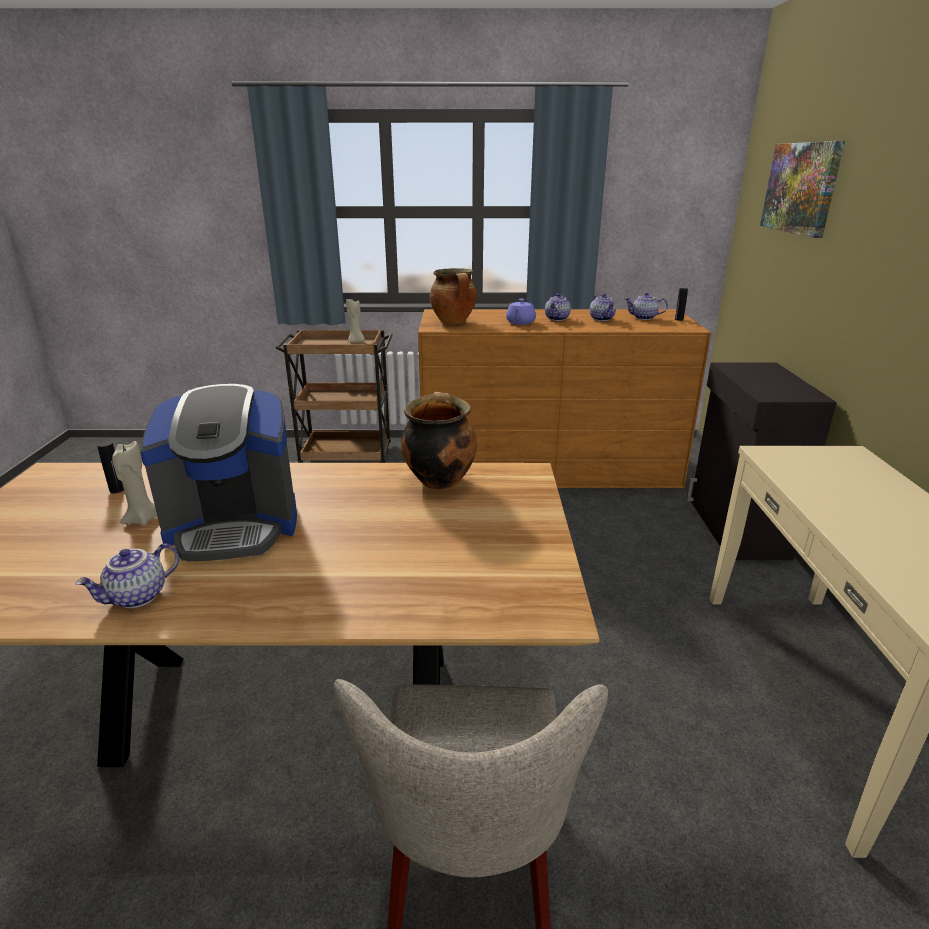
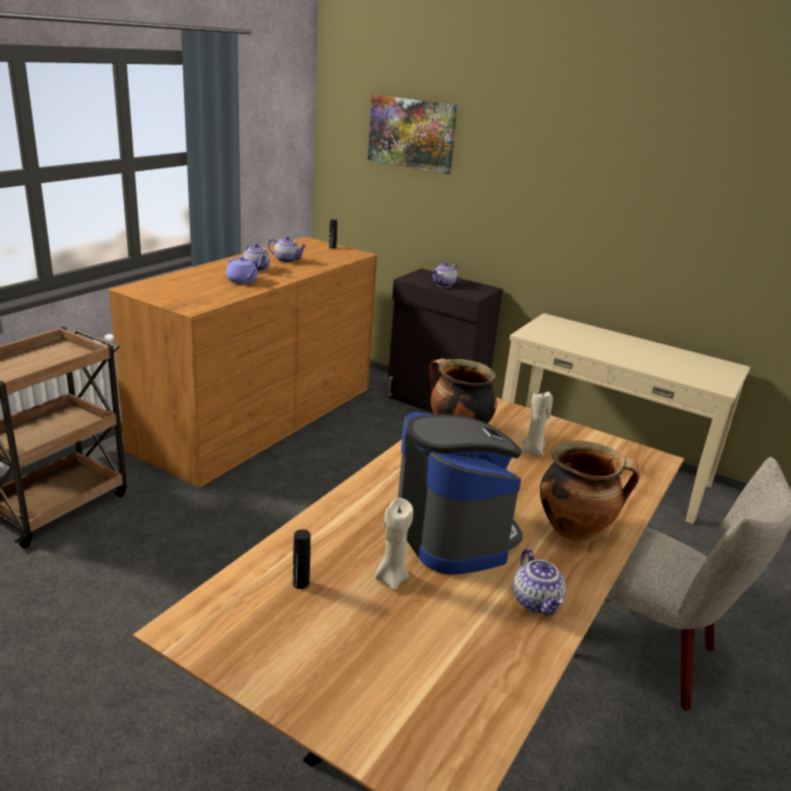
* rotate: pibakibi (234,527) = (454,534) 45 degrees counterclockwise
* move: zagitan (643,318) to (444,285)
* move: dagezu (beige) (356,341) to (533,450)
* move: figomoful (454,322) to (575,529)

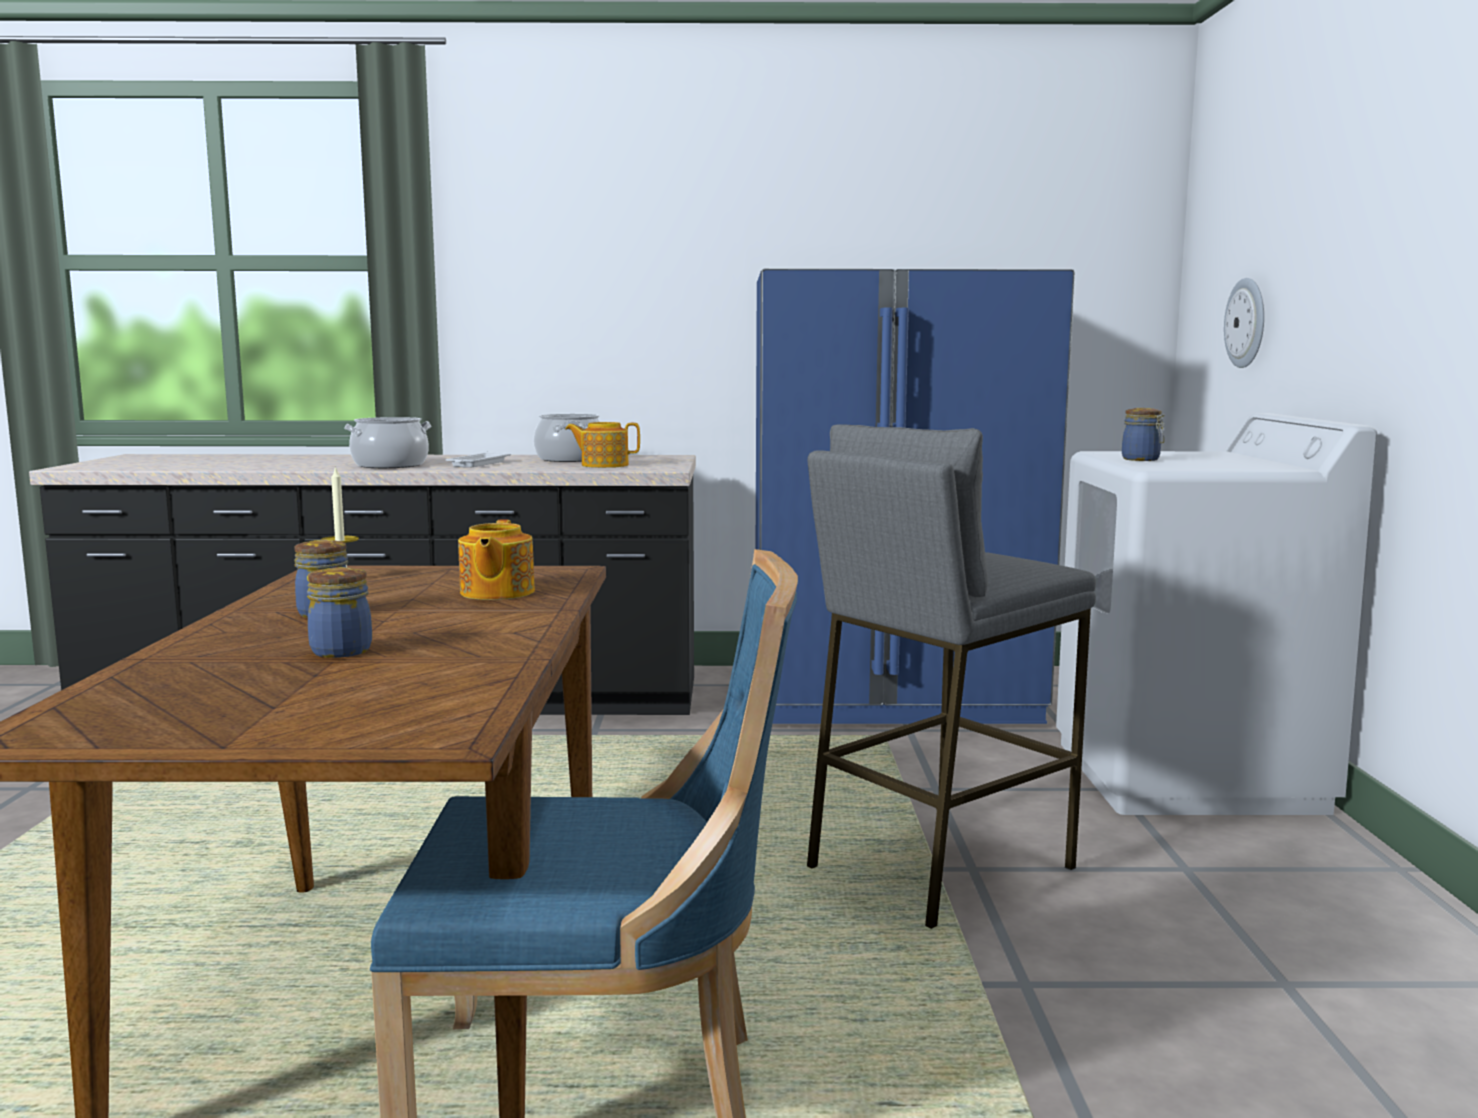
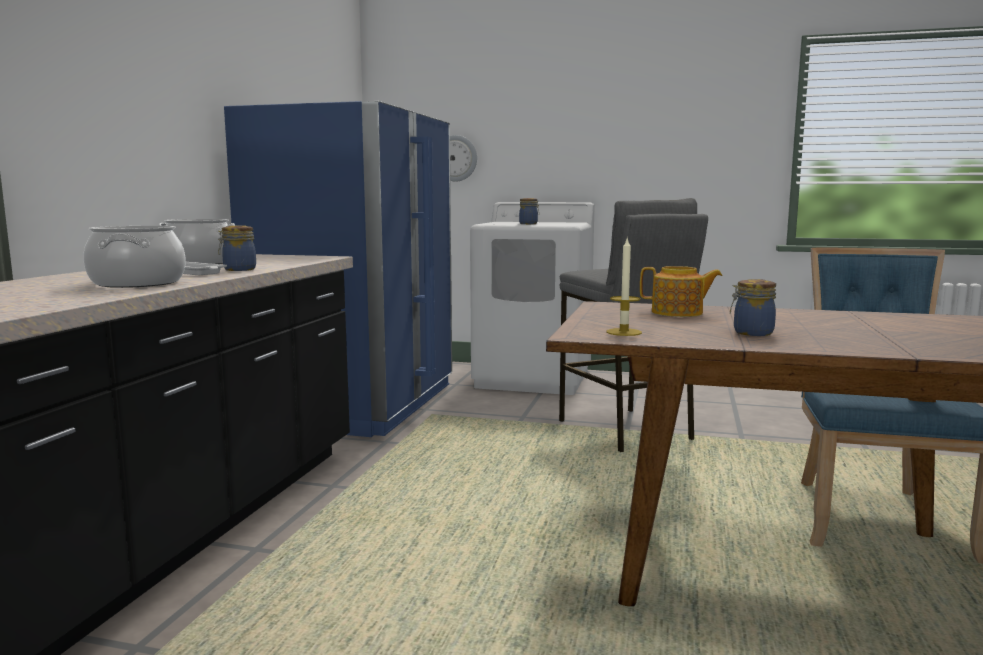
* move: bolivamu (341,650) to (238,269)
* delete: zagitan (603,465)

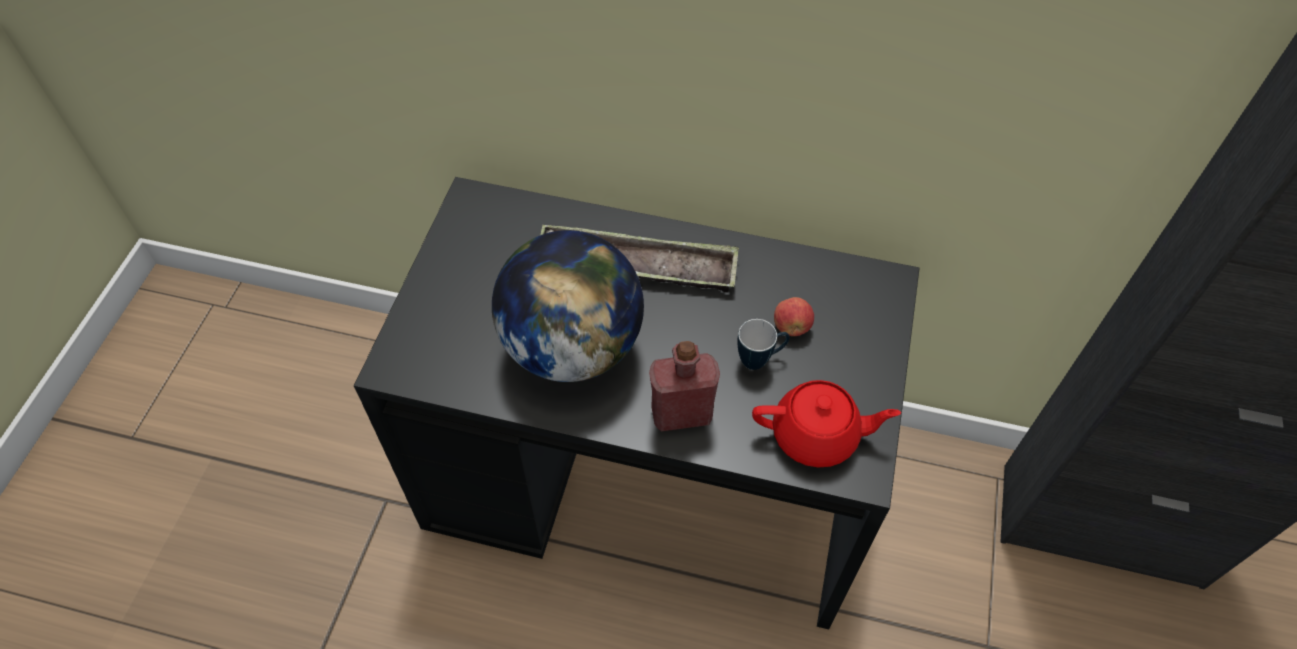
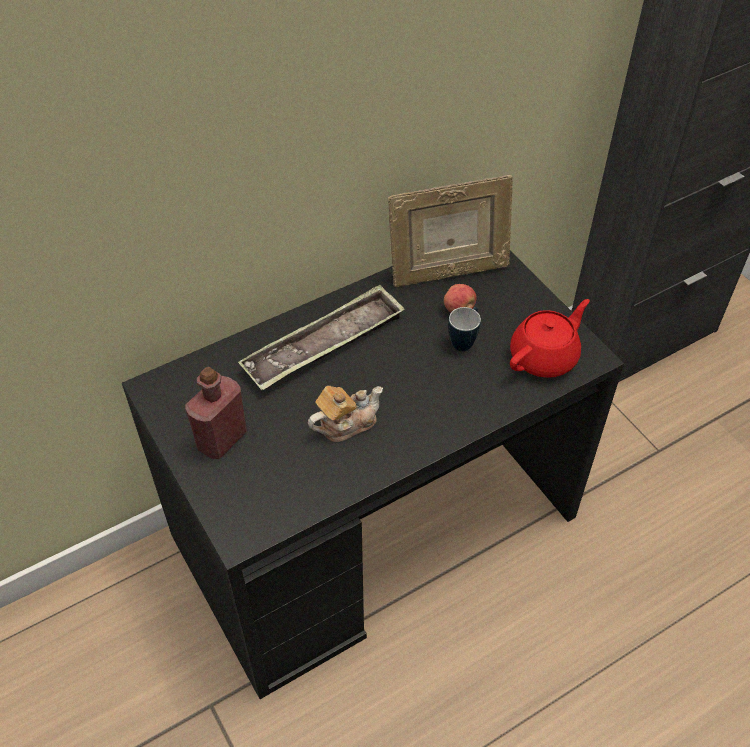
* move: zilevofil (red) (681,414) to (222,439)
* replace: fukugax (572,347) to zagitan (345,423)
* insert: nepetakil (448,273)

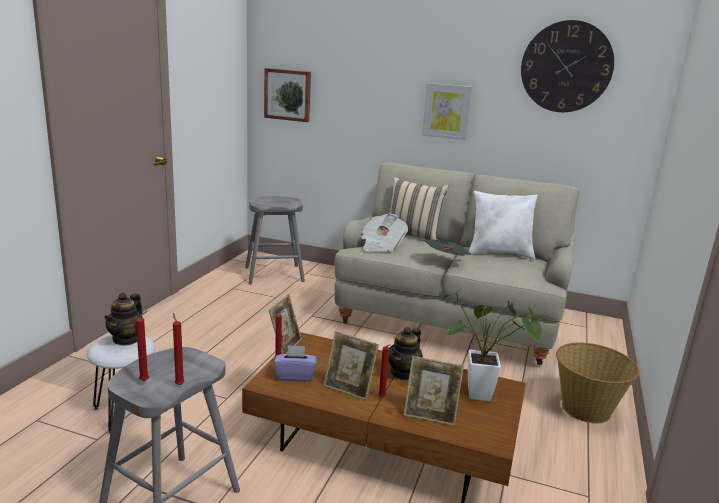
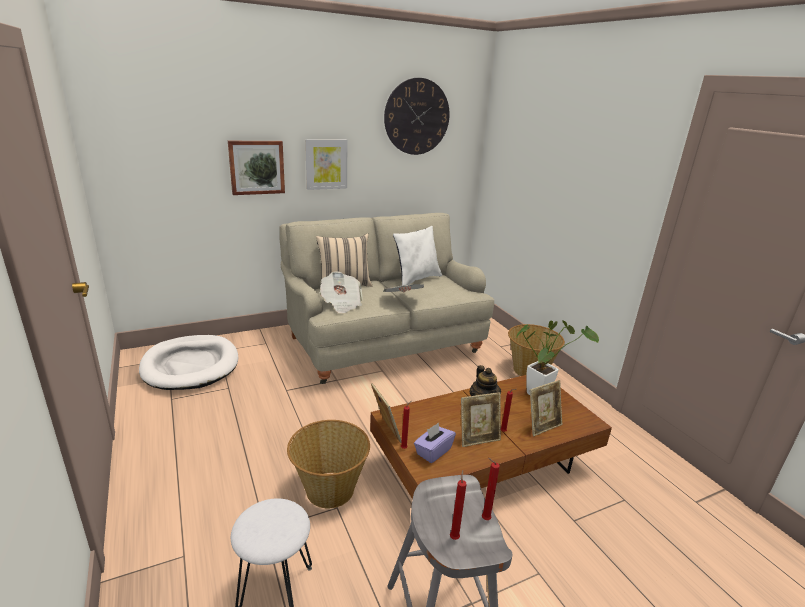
* replace: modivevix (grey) (274,274) to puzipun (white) (191,365)
* move: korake (288,95) to (256,167)
* insert: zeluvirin (329,489)
* delete: zagitan (126,339)

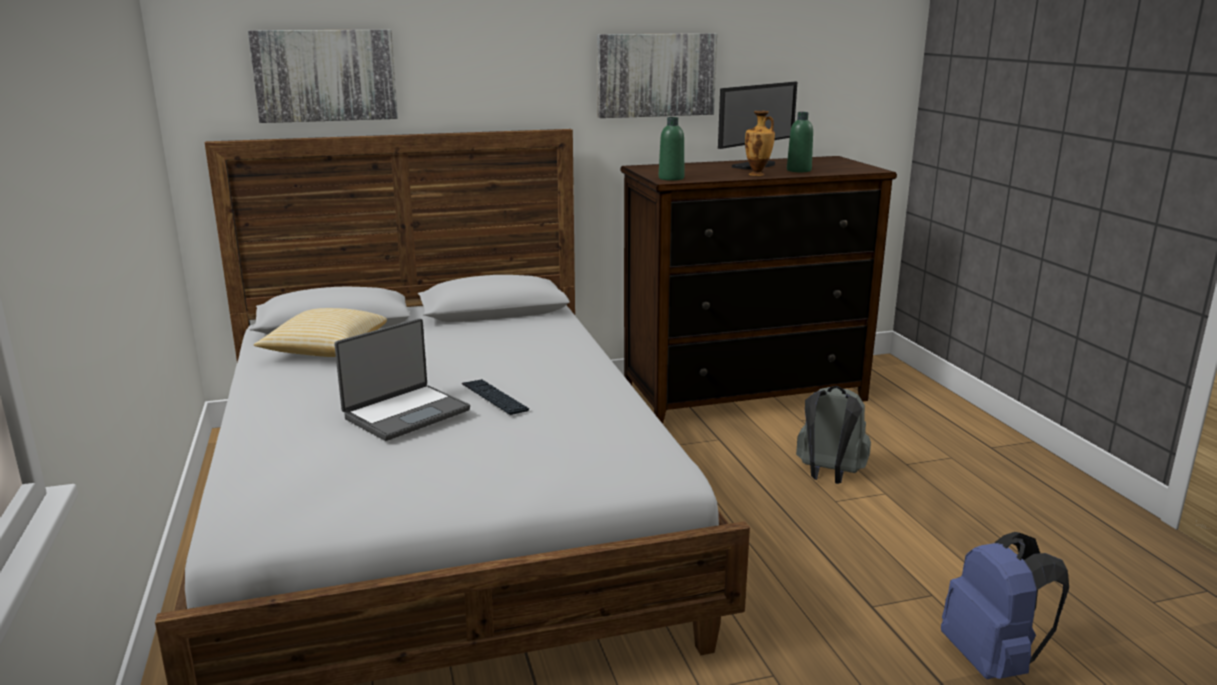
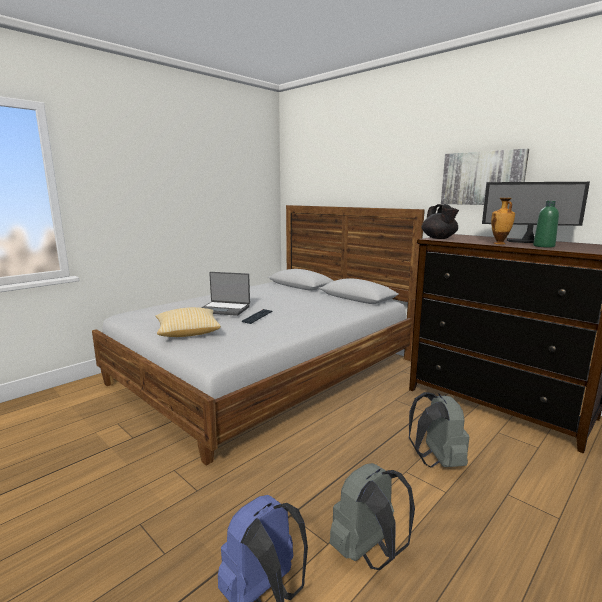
* move: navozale (325,350) to (188,332)
* insert: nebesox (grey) (368,552)
* replace: zilevofil (green) (671,178) to zagitan (black) (439,238)
* delete: korake (325,75)

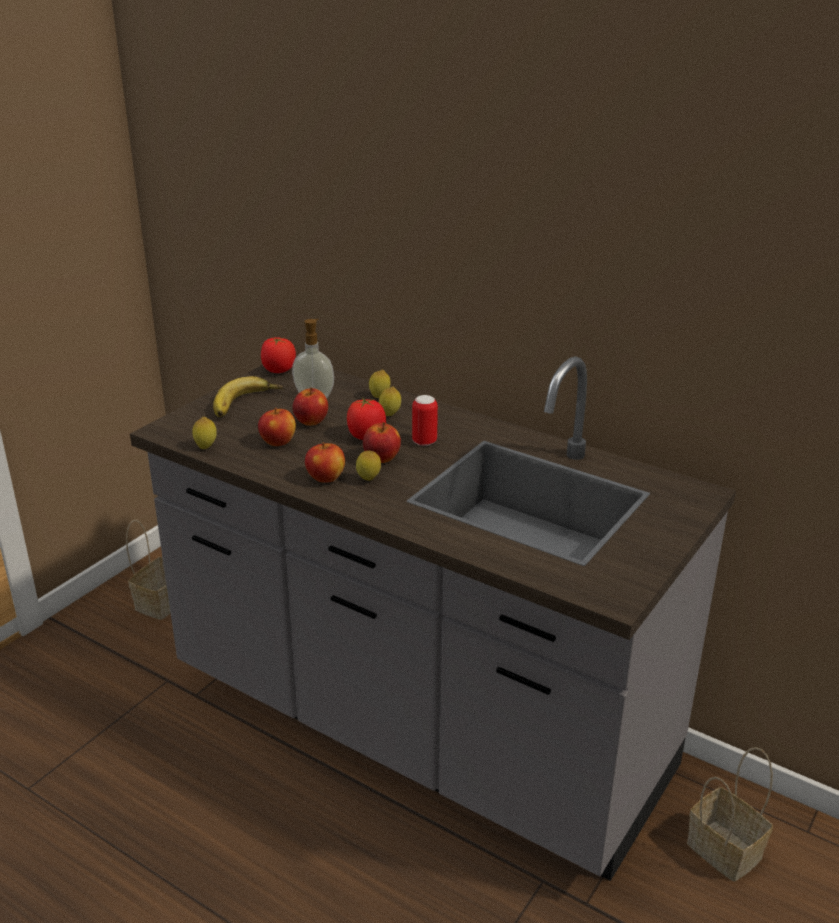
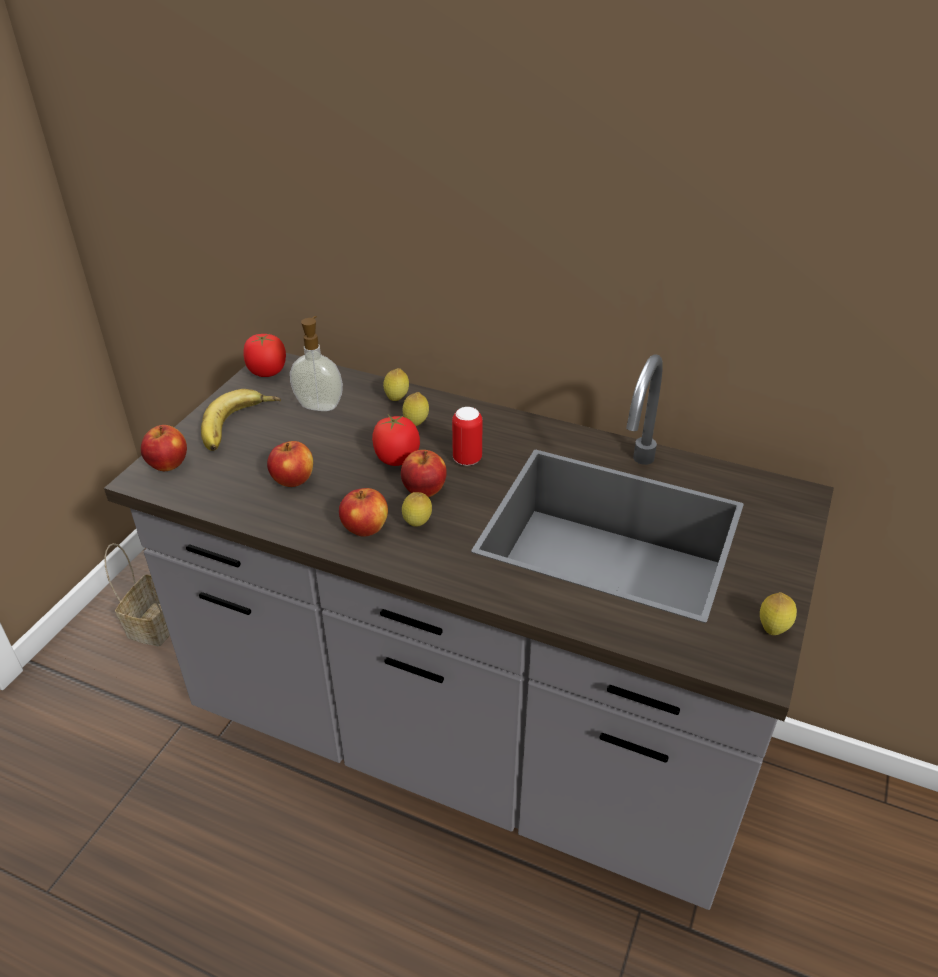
* move: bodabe (311,422) to (168,464)
* move: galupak (206,447) to (772,629)
* delete: zeluvirin (721,850)

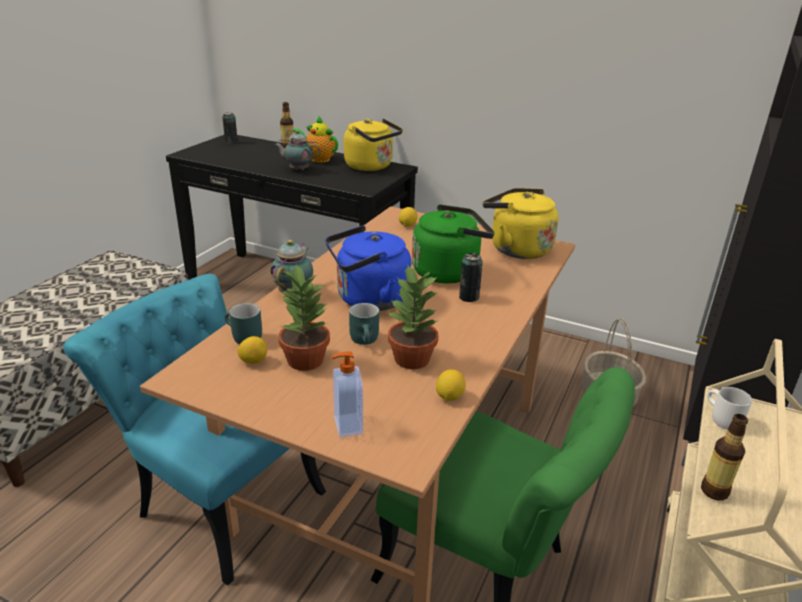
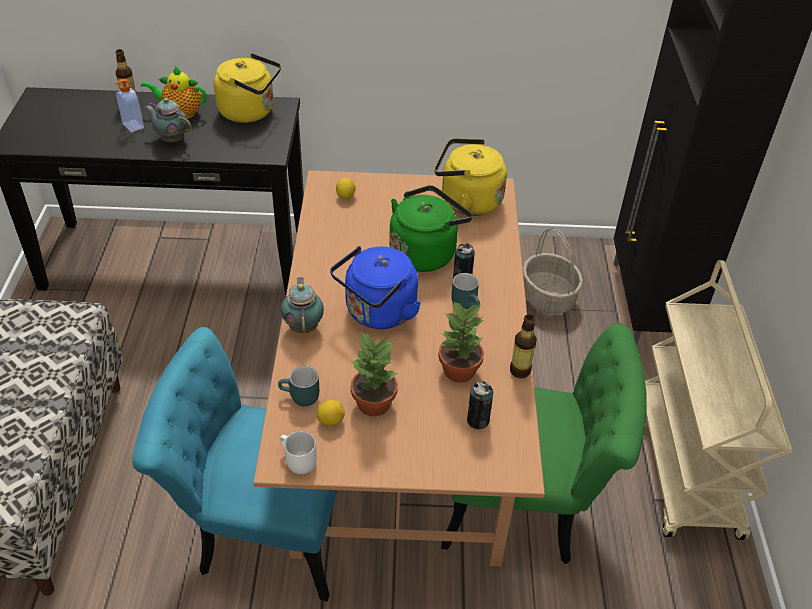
* move: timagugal (347,425) to (132,126)
* rotate: zagitan (298,170) = (172,139) 45 degrees clockwise
* move: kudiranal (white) (720,419) to (296,462)
* move: kudiranal (turquoise) (366,340) to (467,304)
* move: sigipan (231,142) to (478,420)
* move: zilevofil (714,491) to (520,371)
* delete: galupak (449,396)

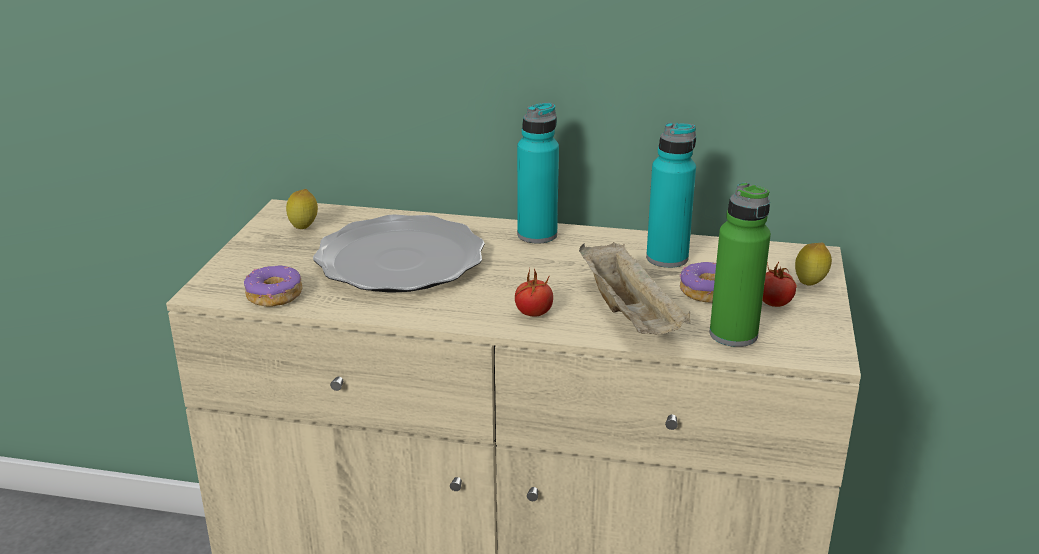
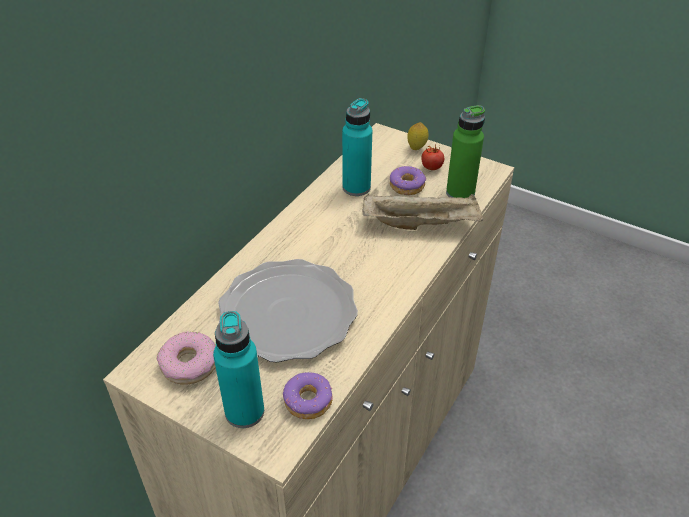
* replace: galupak (304,229) to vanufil (189,364)
* move: zilevofil (turquoise) (537,235) to (244,412)
* delete: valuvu (533,313)

